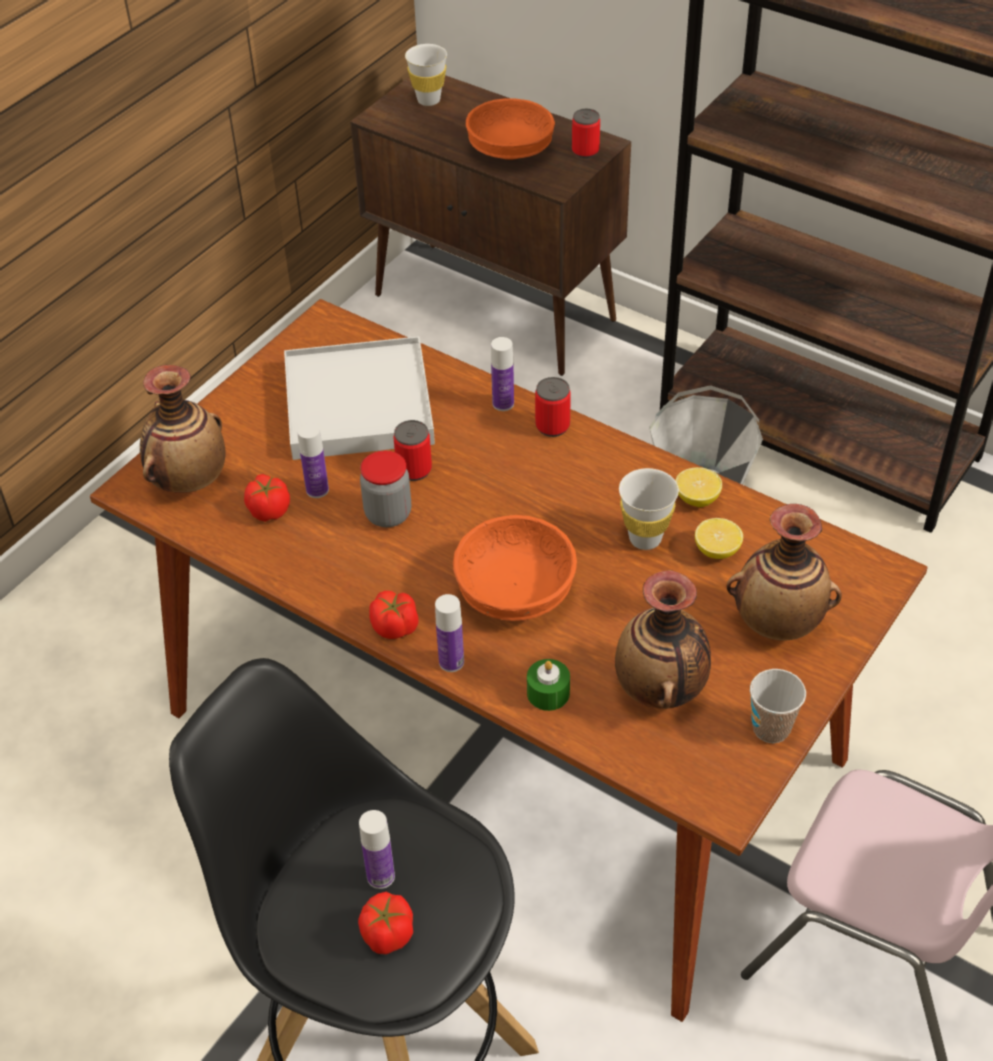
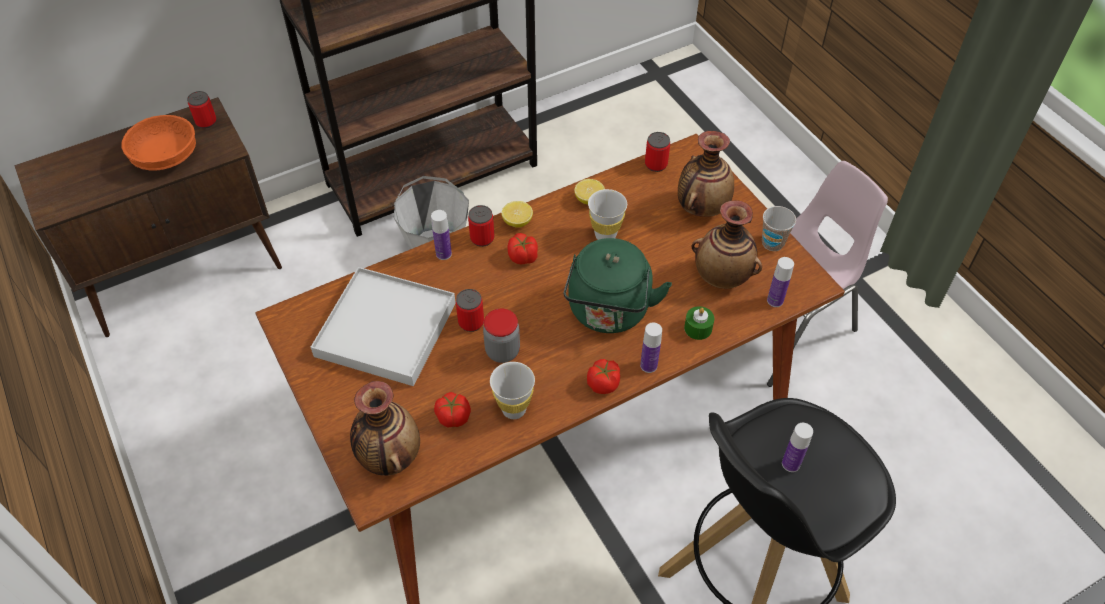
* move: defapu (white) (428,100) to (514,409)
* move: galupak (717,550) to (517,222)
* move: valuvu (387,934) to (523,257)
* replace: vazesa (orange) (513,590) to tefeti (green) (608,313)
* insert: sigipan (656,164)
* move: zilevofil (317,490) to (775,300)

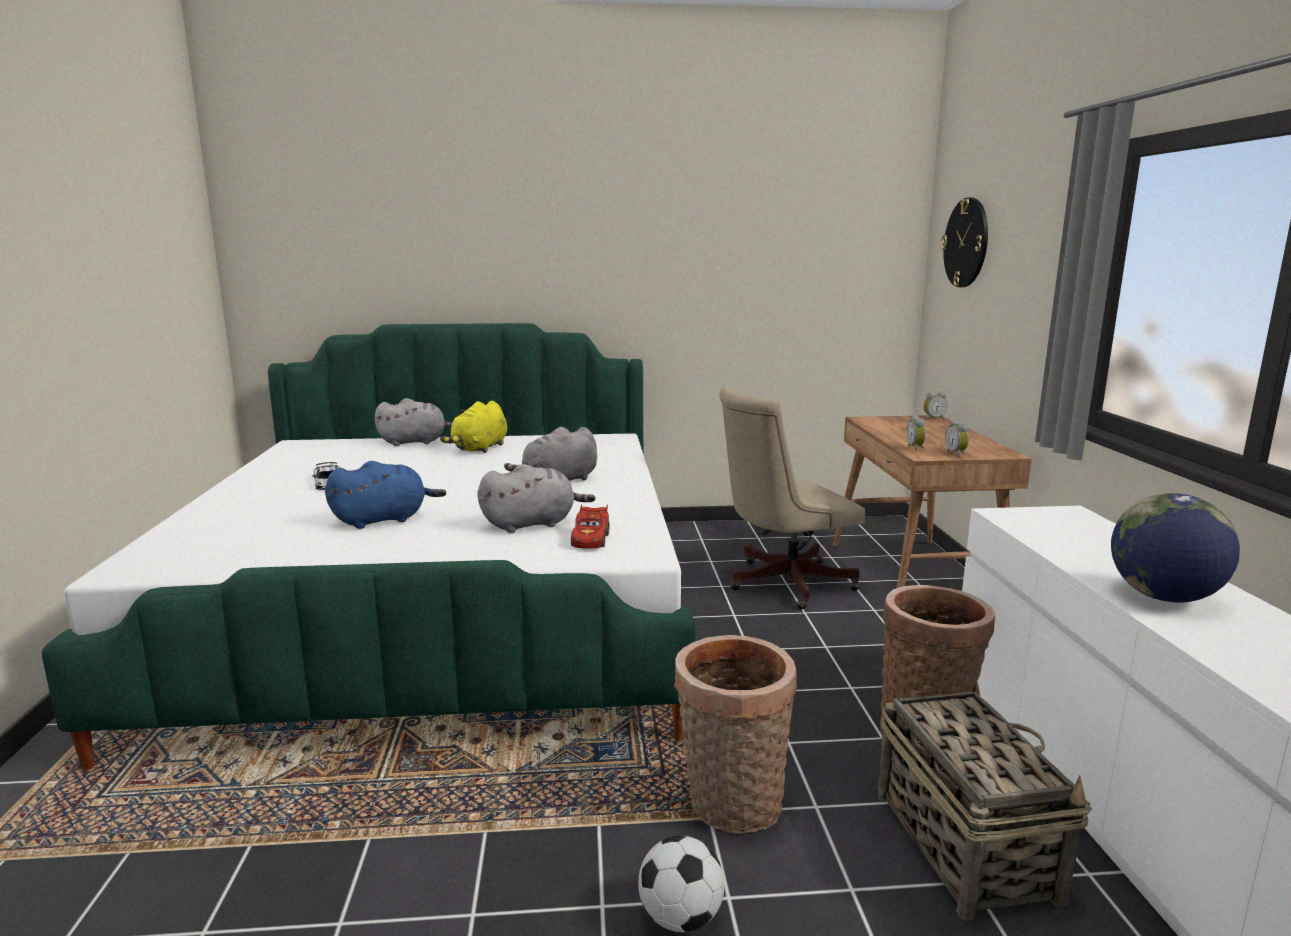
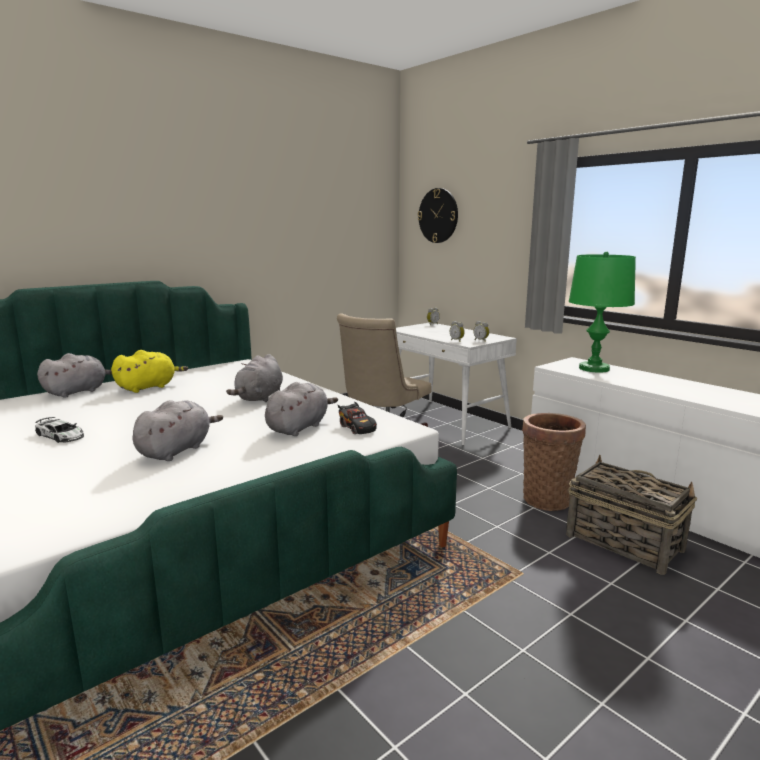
* rotate: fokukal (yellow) (479,449) = (148,387) 120 degrees counterclockwise
* recolor: fokukal (blue) (384,519) to fokukal (grey) (176,450)
* recolor: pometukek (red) (590,539) to pometukek (black) (357,428)
* recolor: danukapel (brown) (915,576) to danukapel (white) (445,421)
* insert: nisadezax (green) (594,368)
* delete: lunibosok (680,918)
* delete: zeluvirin (730,807)
* delete: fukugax (1164,597)

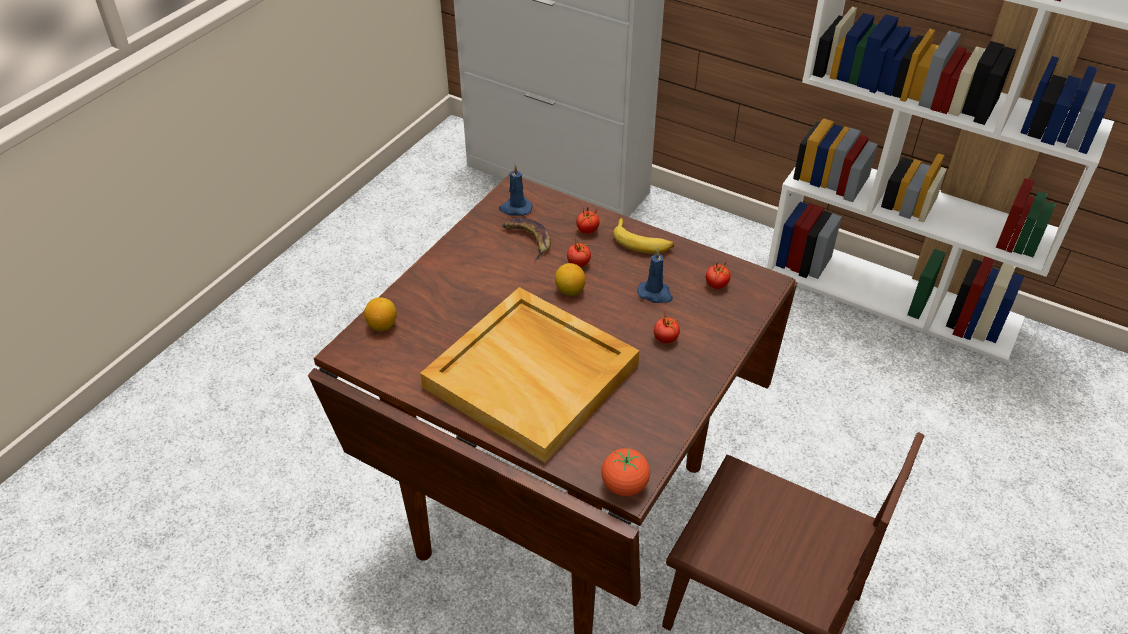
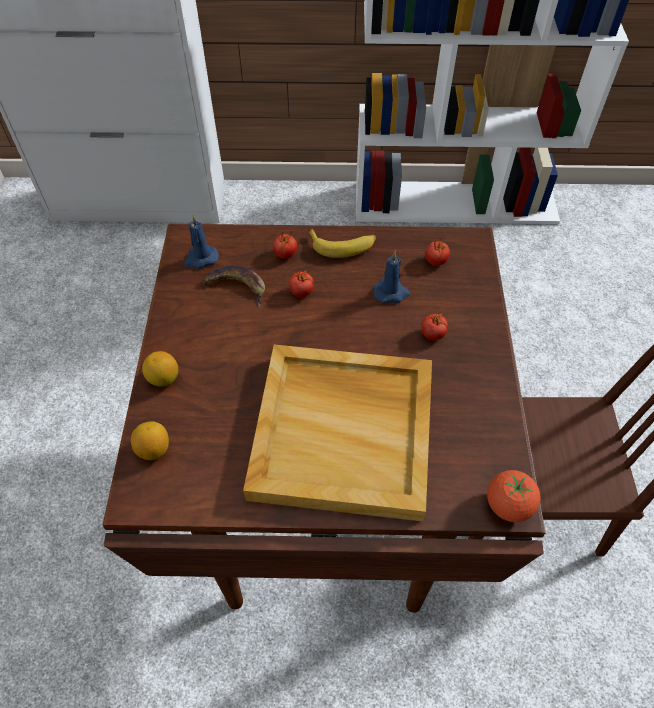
* move: galupak (570,291) to (164,379)

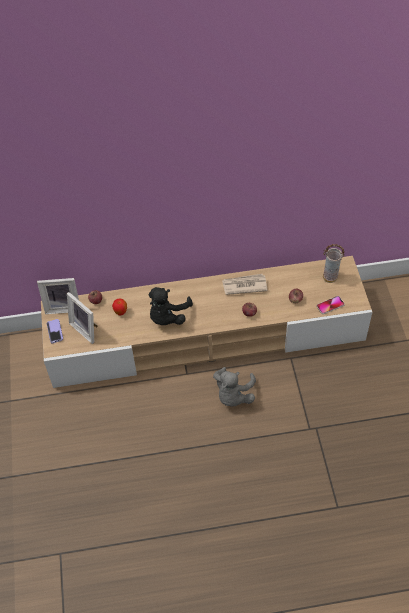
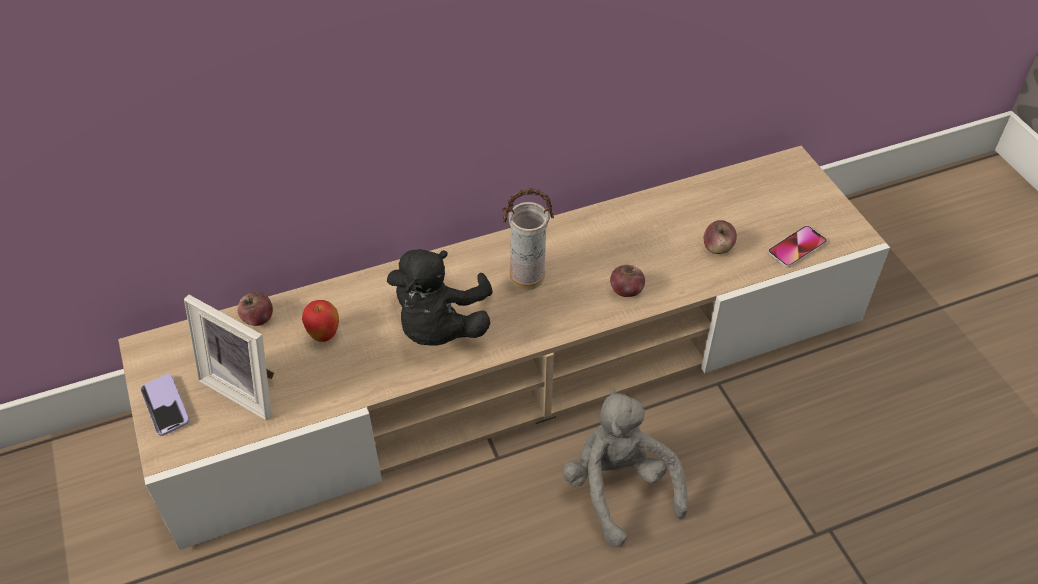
* move: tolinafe (330,277) to (527,278)
* rotate: fokukal (grey) (233,395) = (619,489) 150 degrees clockwise
* delete: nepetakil (63,306)
* delete: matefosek (244,285)

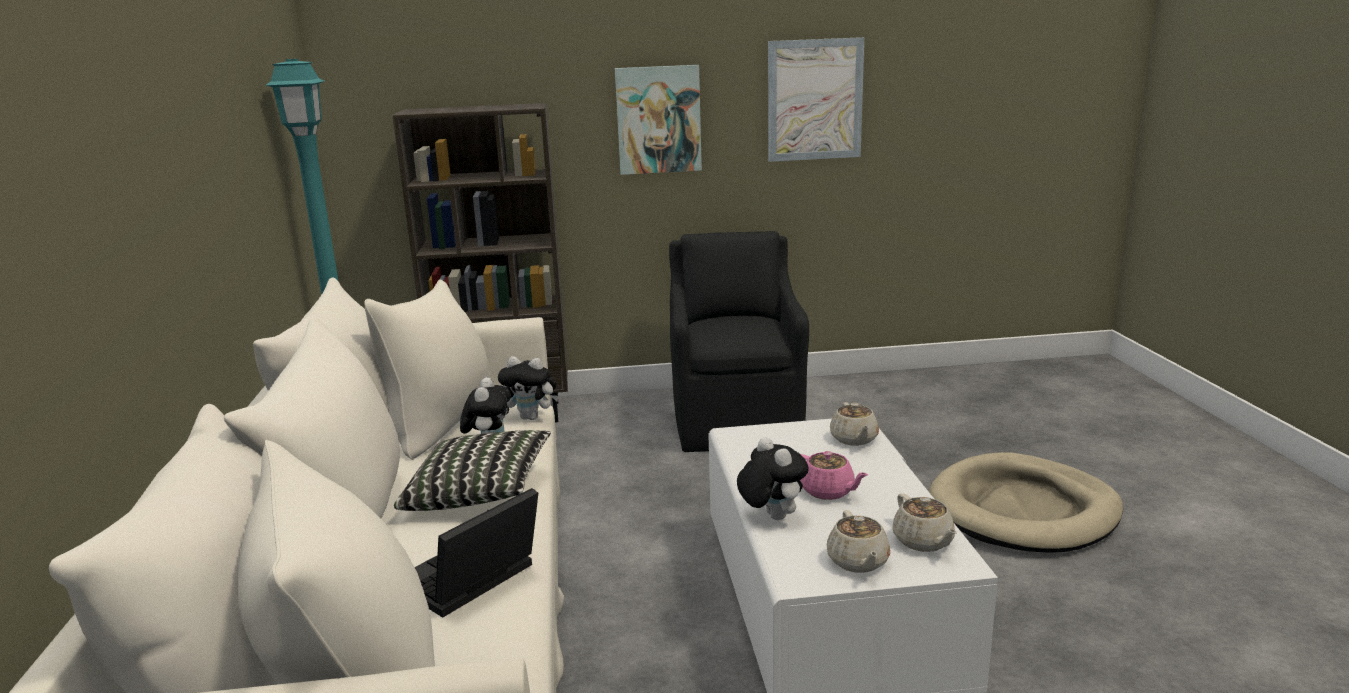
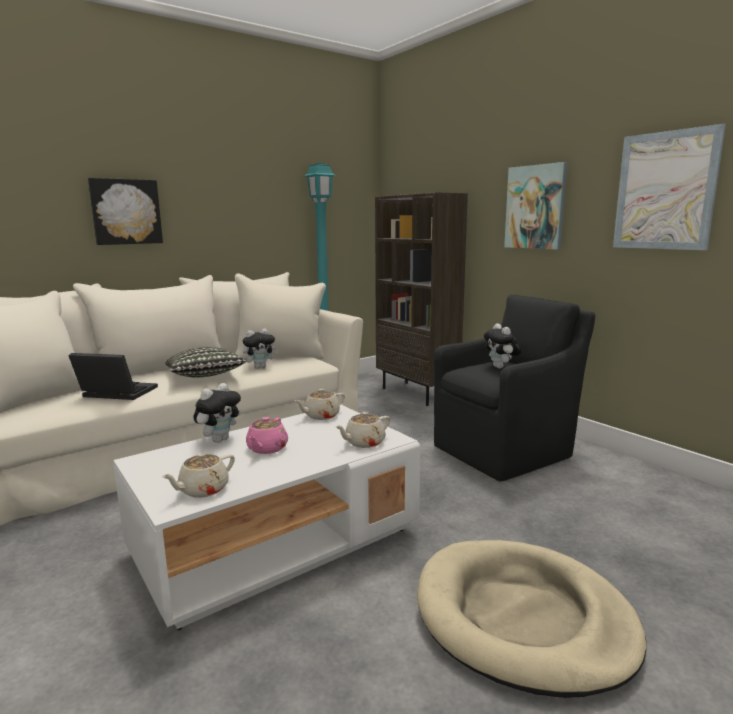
* insert: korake (126,212)
* move: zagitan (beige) (858,562) to (321,416)
* move: fokukal (532,417) to (501,367)

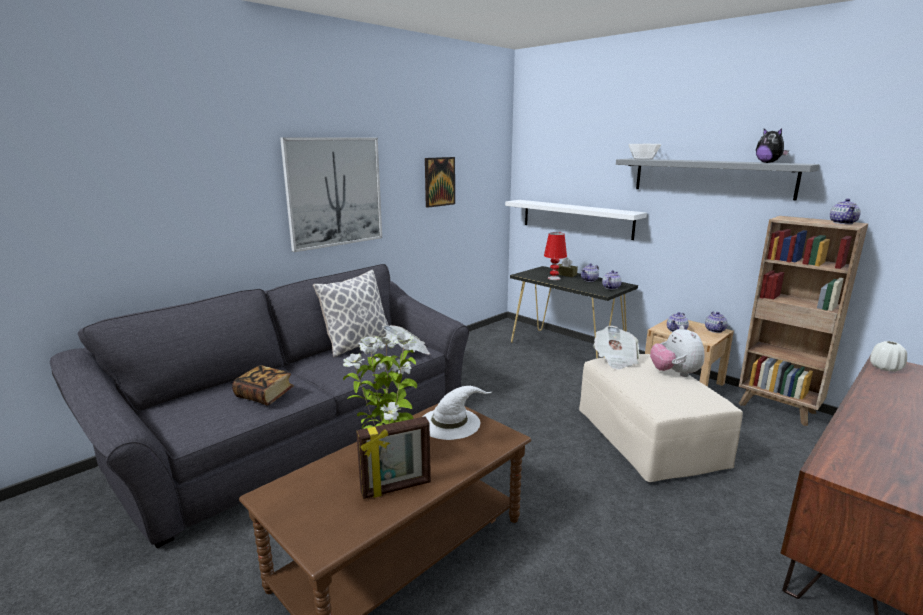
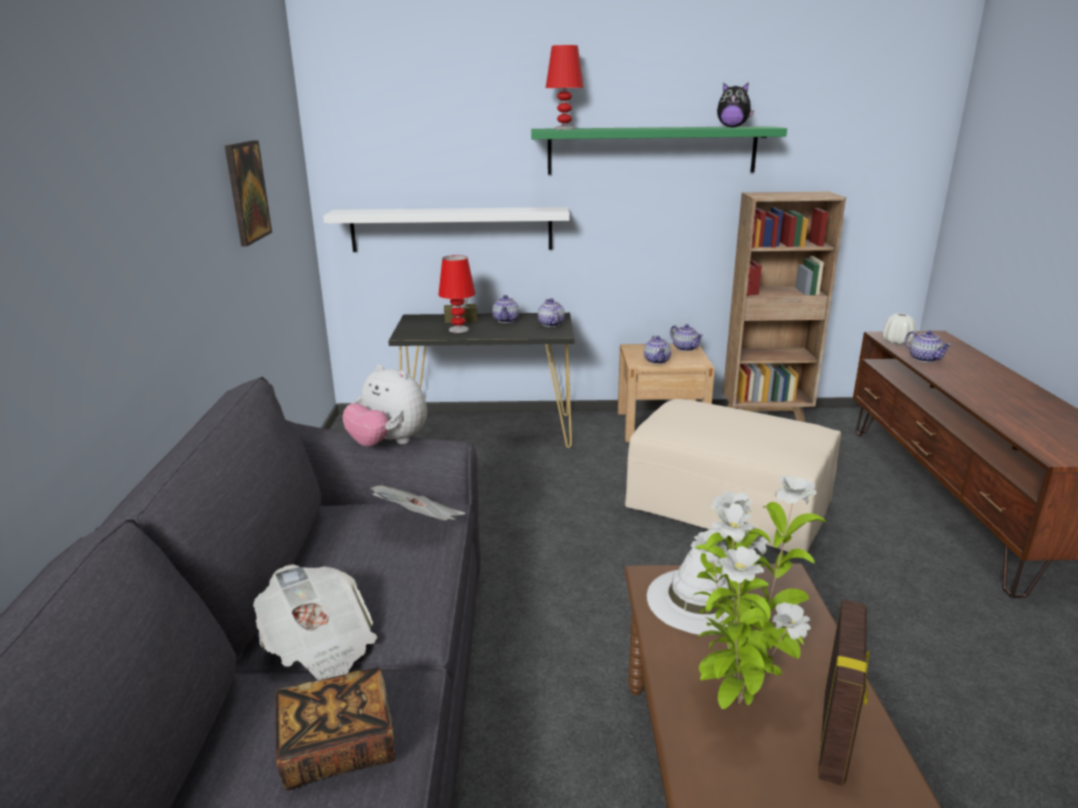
* move: matefosek (615,359) to (320,646)
* move: fokukal (675,373) to (388,443)
* recolor: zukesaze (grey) (711,177) to zukesaze (green) (652,150)
* replace: vazesa (643,159) to nisadezax (red) (564,129)
* move: zagitan (843,223) to (924,358)
* delete: korake (334,192)
* delete: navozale (357,344)

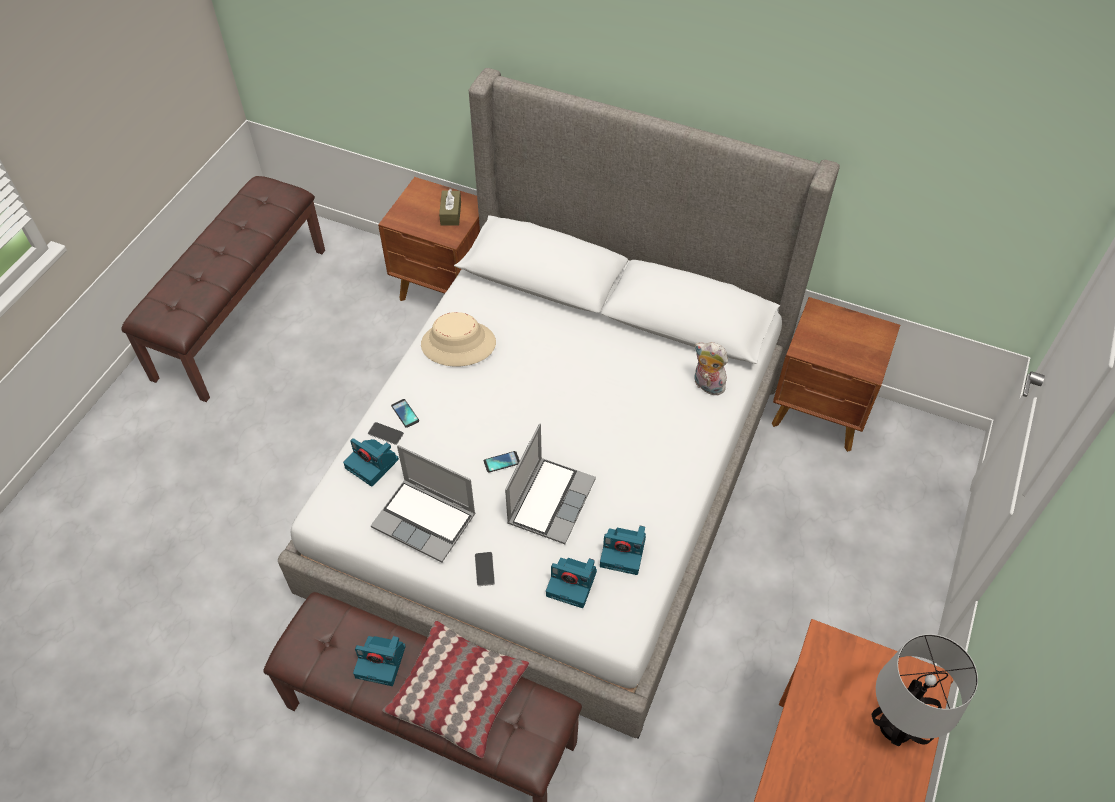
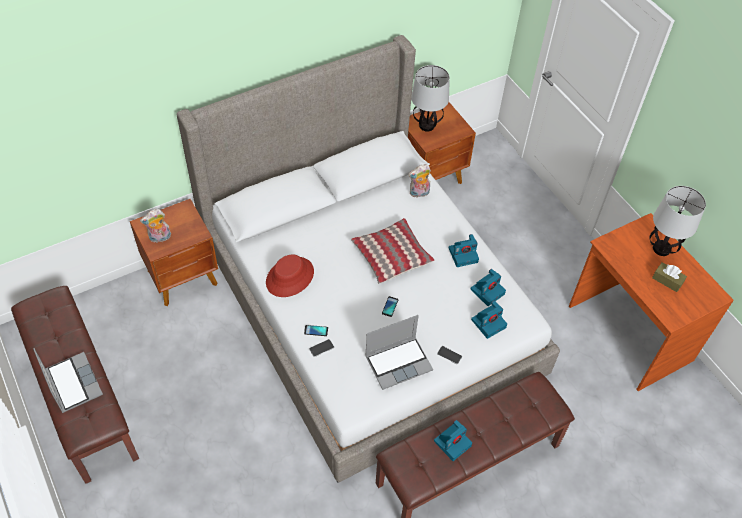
* move: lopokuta (550,500) to (72,383)
* insert: fokukal (160,238)
* recolor: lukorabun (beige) (458,344) to lukorabun (red) (290,277)
* move: navozale (458,693) to (391,256)
* insert: nisadezax (426,126)
* move: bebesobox (373,464) to (463,254)
* move: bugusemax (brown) (451,213) to (667,280)

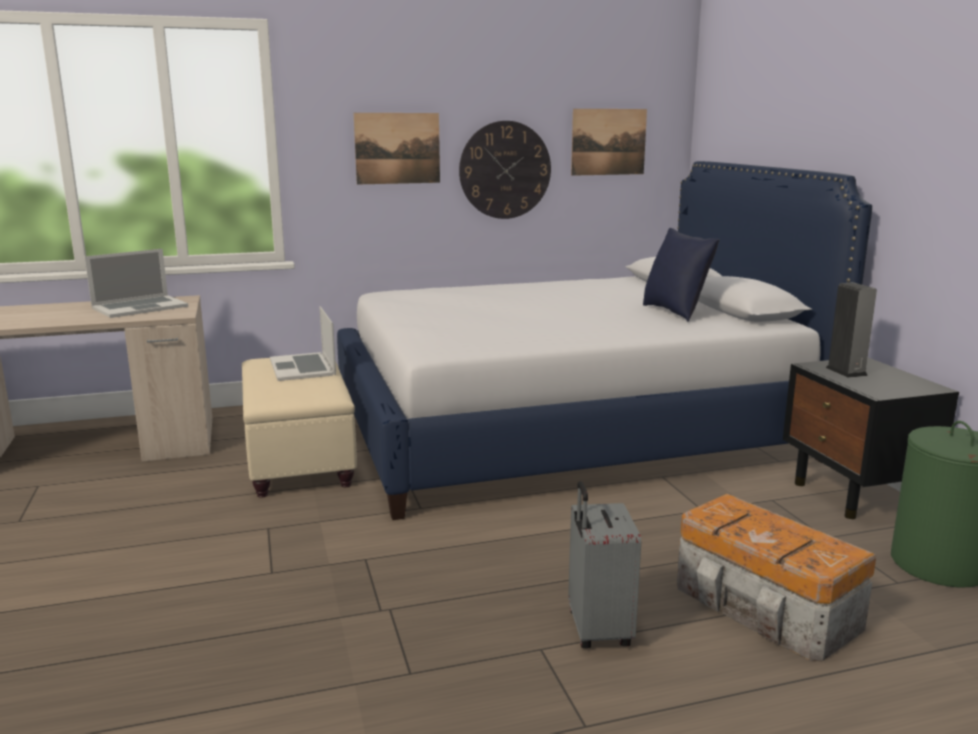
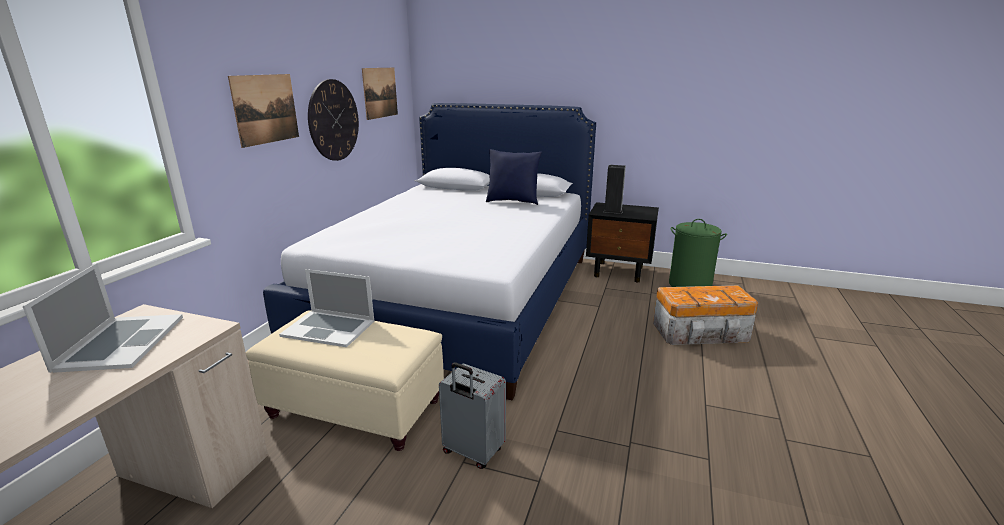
* move: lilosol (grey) (597,630) to (472,452)

